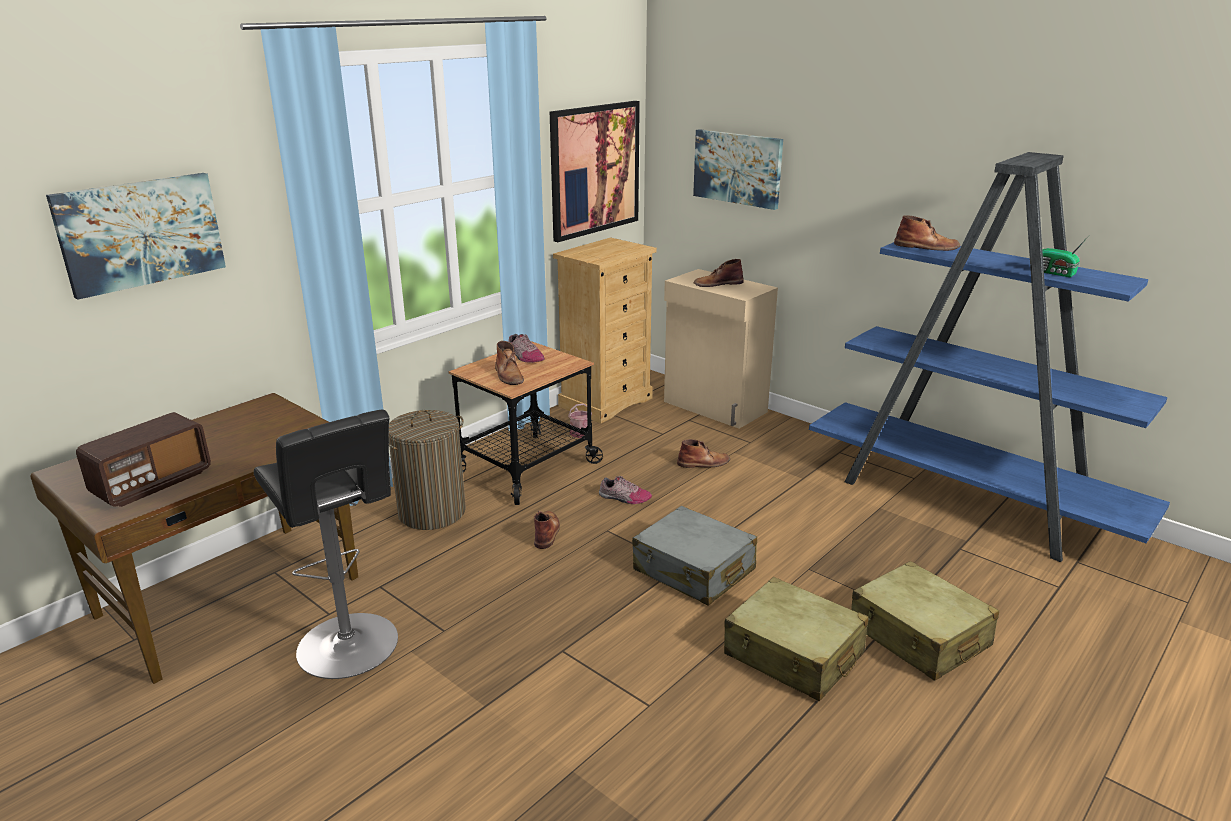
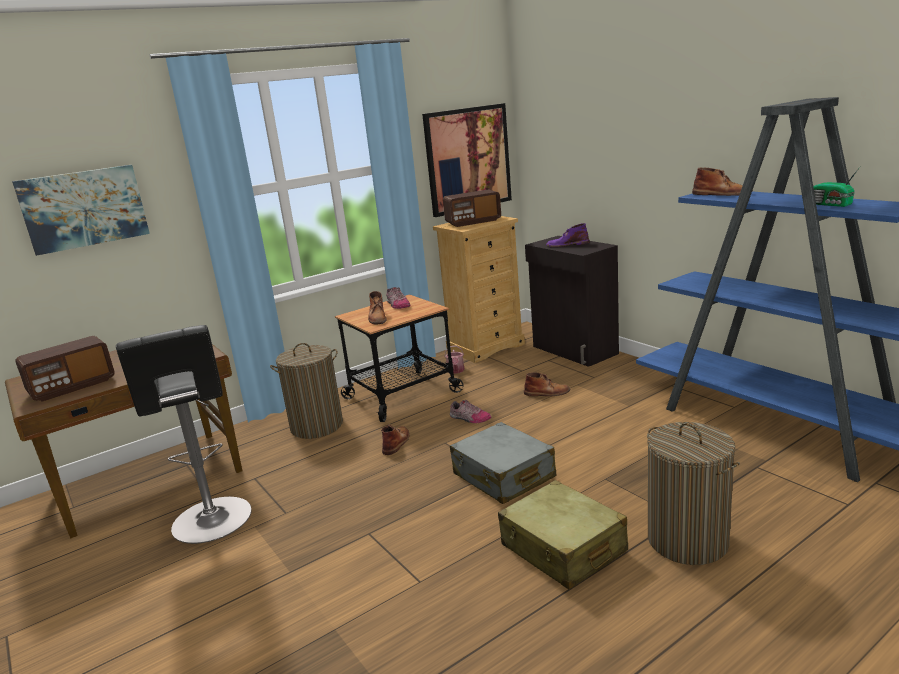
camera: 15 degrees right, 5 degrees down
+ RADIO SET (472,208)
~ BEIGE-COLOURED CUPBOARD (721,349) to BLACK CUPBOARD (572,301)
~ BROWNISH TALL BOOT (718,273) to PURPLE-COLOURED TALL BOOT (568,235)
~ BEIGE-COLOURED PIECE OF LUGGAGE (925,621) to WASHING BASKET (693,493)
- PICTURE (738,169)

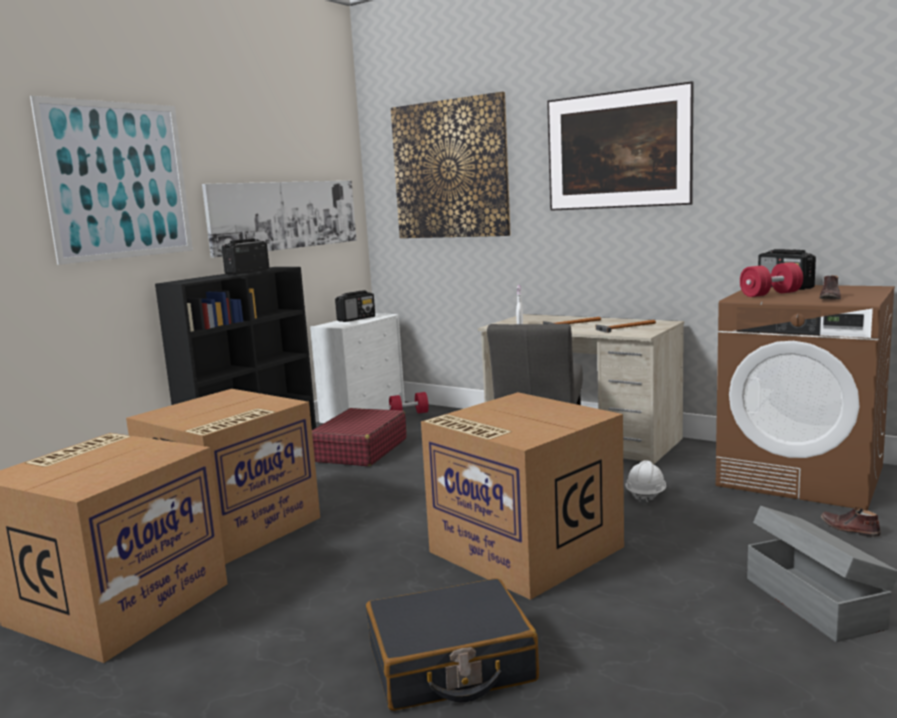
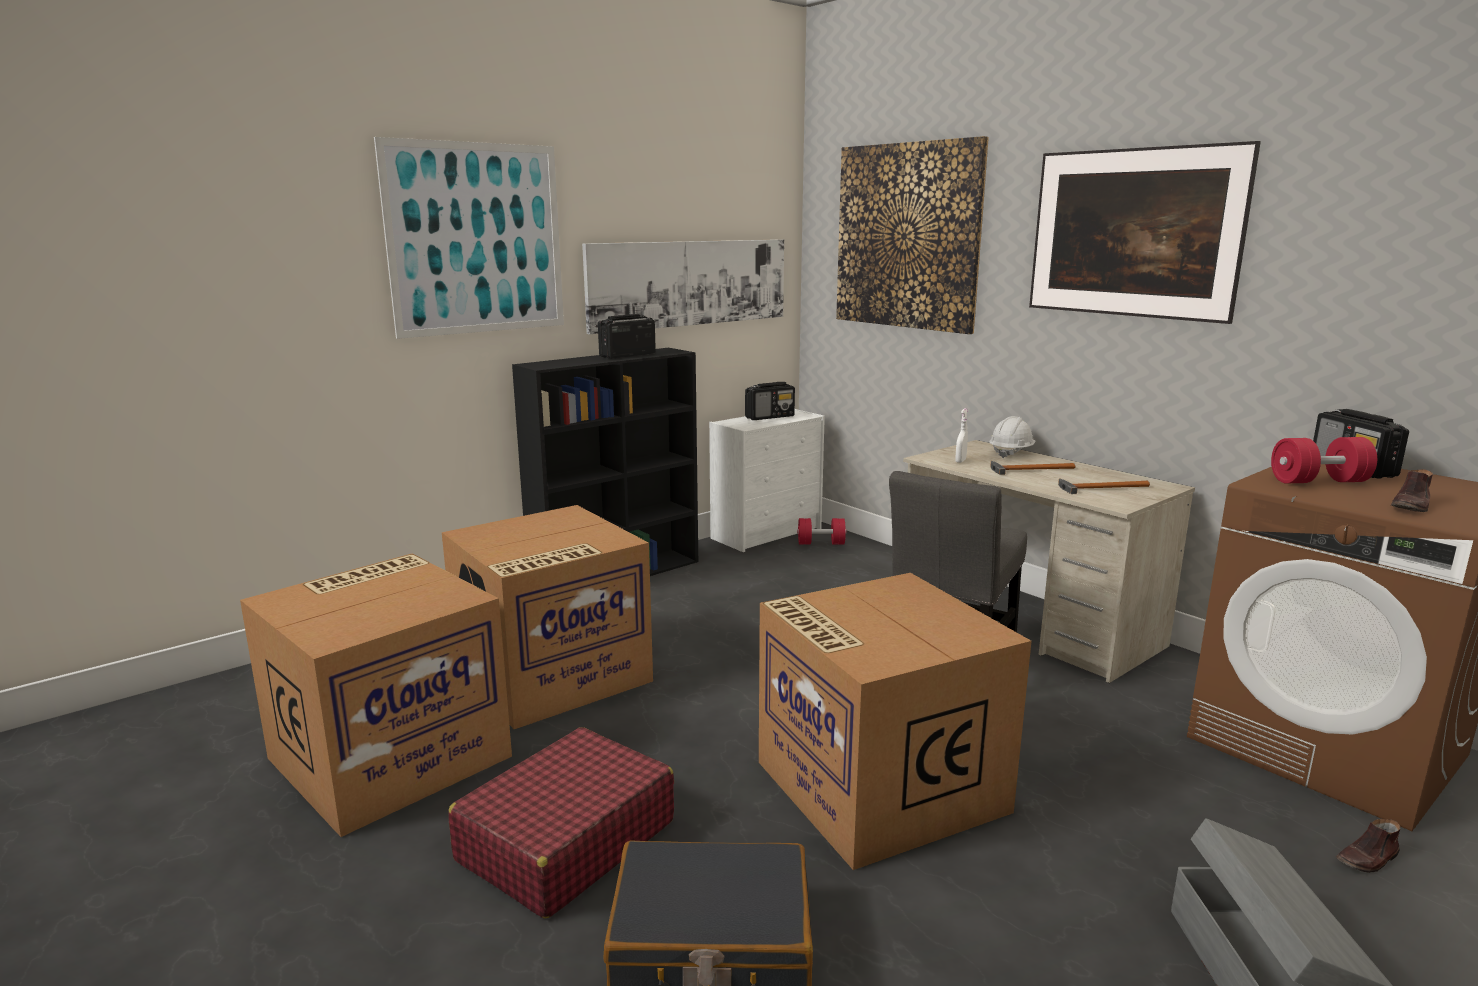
camera: 15 degrees right, 5 degrees up
~ RED-COLOURED PIECE OF LUGGAGE (359,437) to (561,823)
~ WHITE-COLOURED SAFETY HELMET (646,482) to (1012,437)
~ BROWNISH LOW SHOE (851,522) = (1368,846) 90 degrees counterclockwise

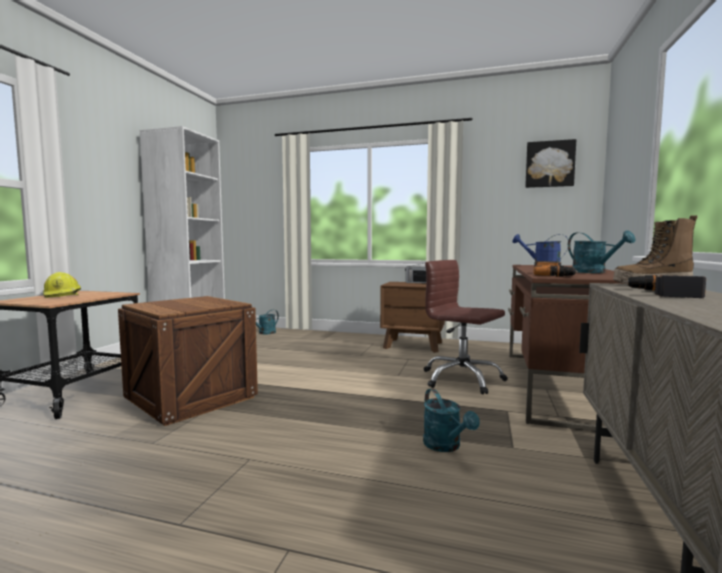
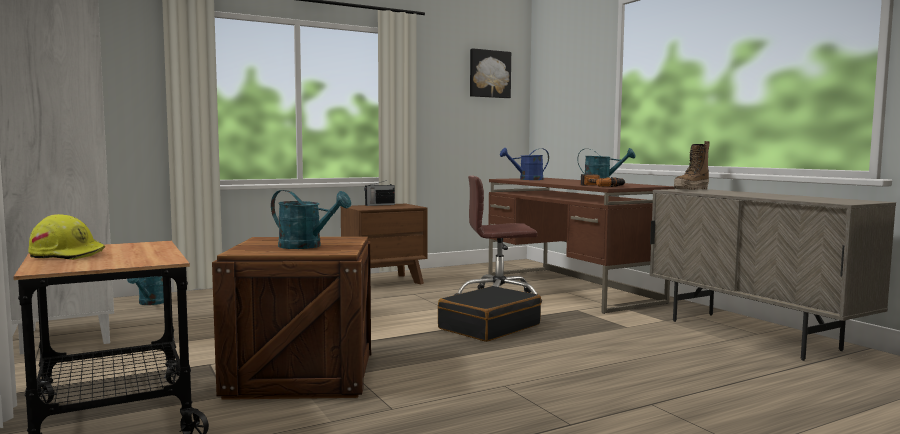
camera: 45 degrees left, 0 degrees up
~ TURQUOISE WATERING CAN (451,420) to (311,219)
+ BLACK PIECE OF LUGGAGE (489,314)
- POWER DRILL (665,286)

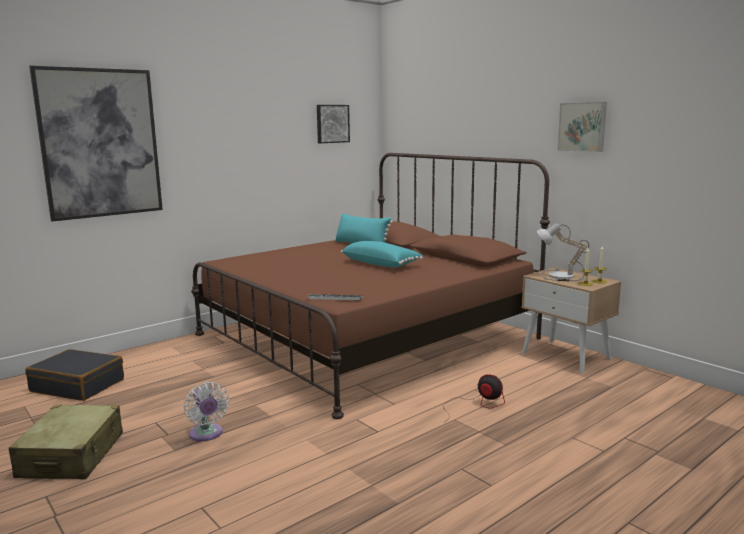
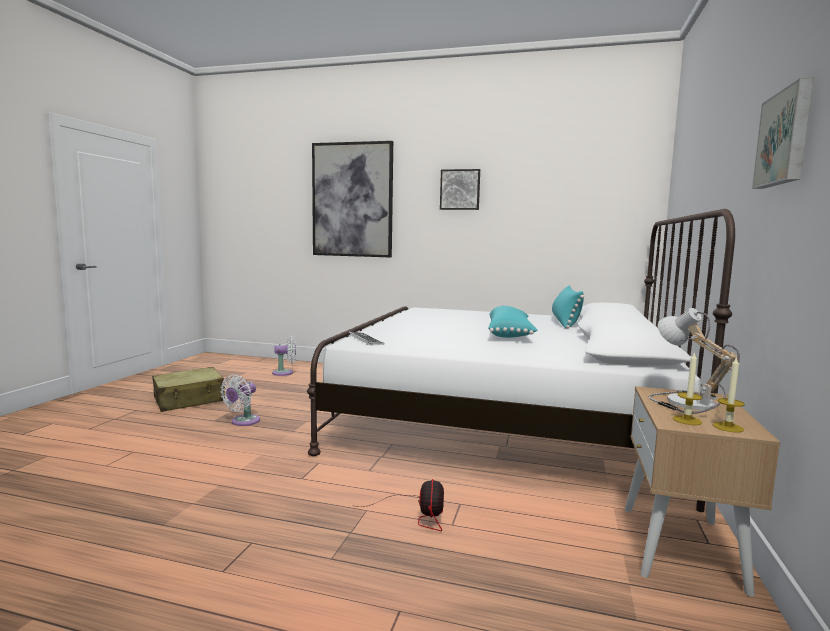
camera: 55 degrees right, 5 degrees down
~ BLACK PIECE OF LUGGAGE (74,375) to WHITE-COLOURED COOLING FAN (284,356)
~ BROWNISH BED (370,286) to WHITE-COLOURED BED (521,360)
~ PICTURE (333,124) to (460,189)

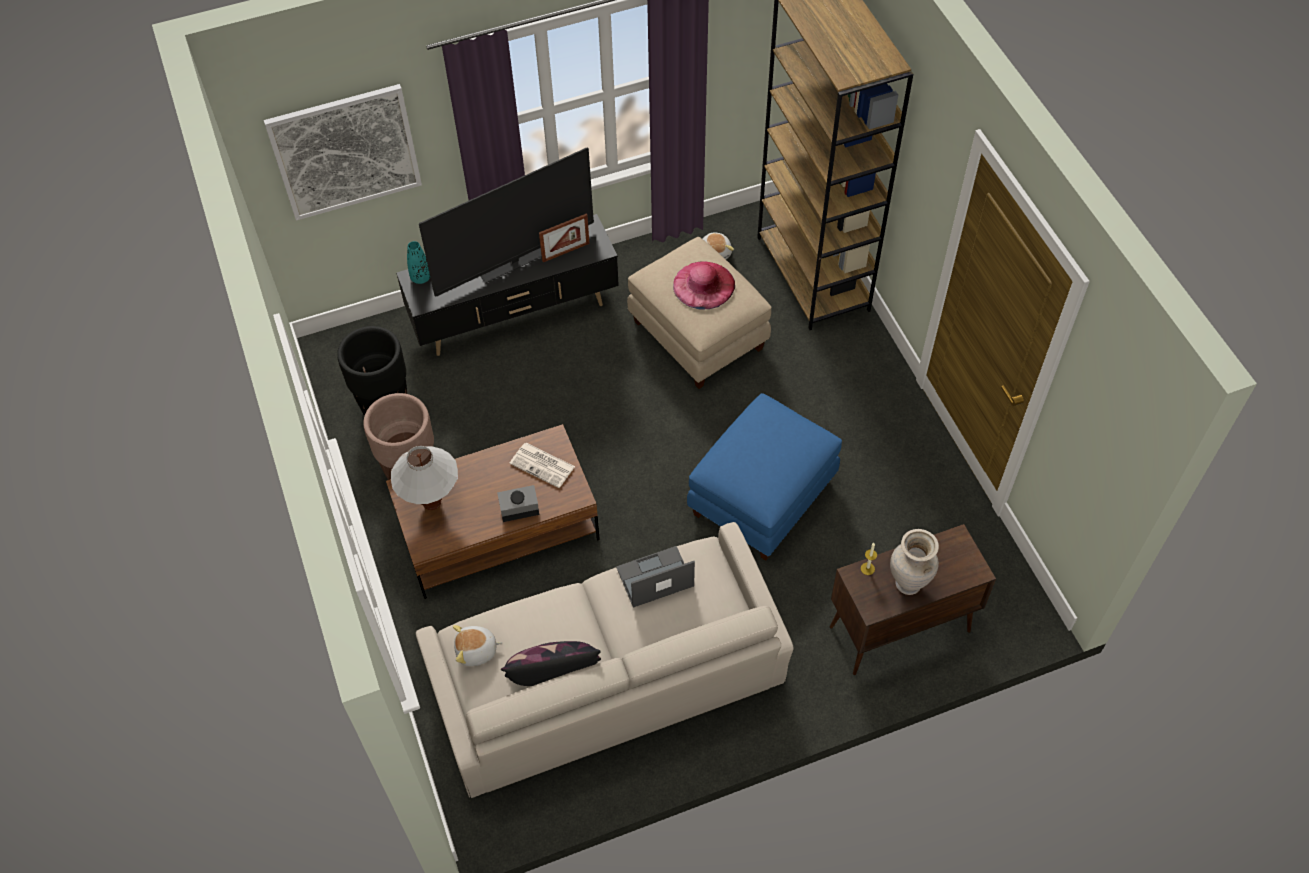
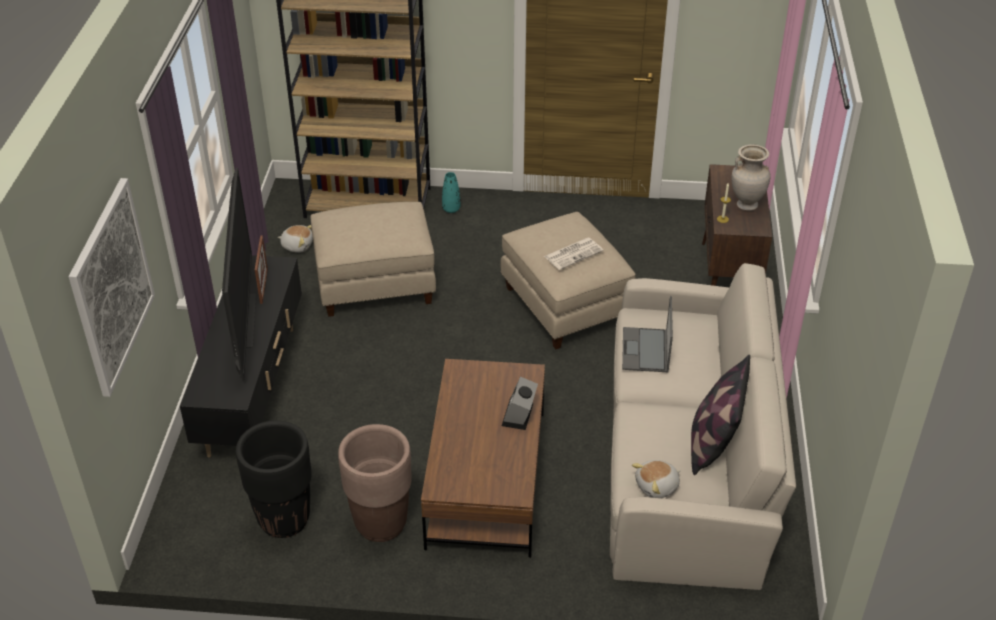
camera: 65 degrees left, 15 degrees down
~ TURQUOISE FLOWER VASE (418,262) to (451,192)
~ BLUE OTTOMAN (764,477) to BEIGE-COLOURED OTTOMAN (568,280)
~ NEWSPAPER (542,465) to (573,253)
~ SOFT TOY (477,645) = (656,479) 45 degrees clockwise
- WHITE-COLOURED TABLE LAMP (424,478)
- PINK-COLOURED WEARABLE HAT (704,286)

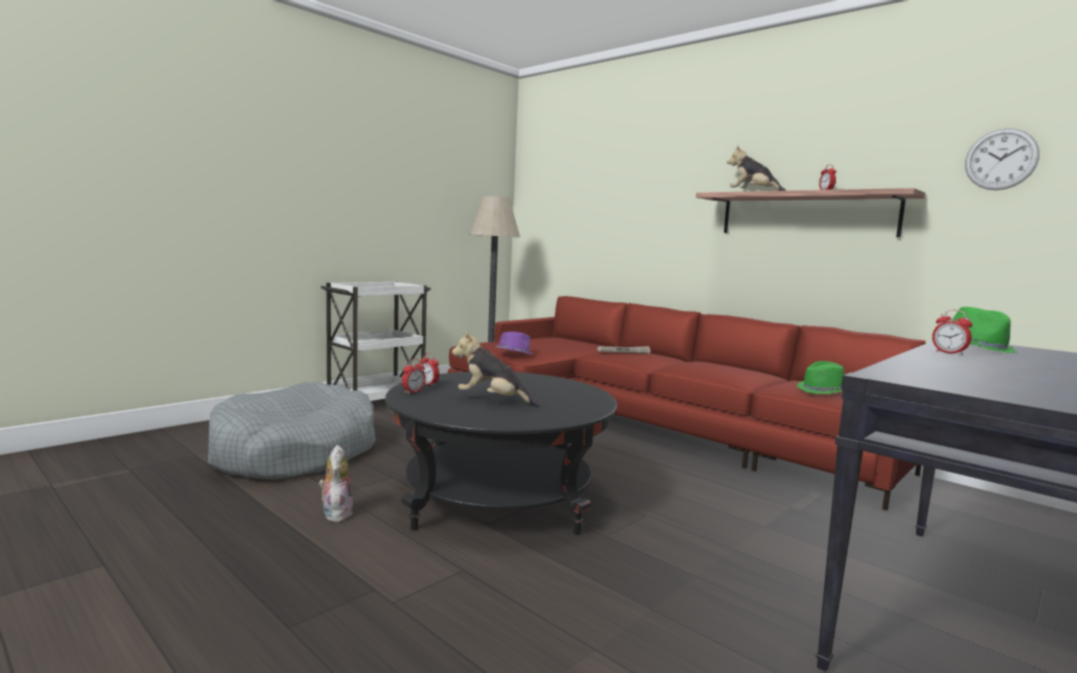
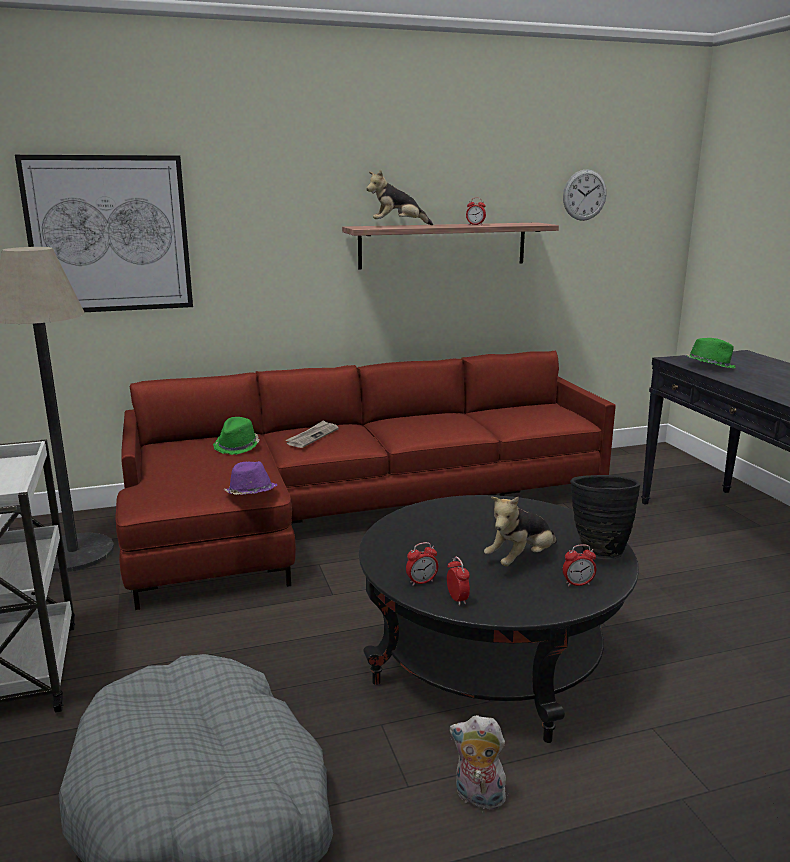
camera: 60 degrees left, 10 degrees up
+ PICTURE (104,233)
~ GREENISH WEARABLE HAT (821,377) to (236,436)
~ ALARM CLOCK (952,332) to (579,565)
+ BLACK FLOWER VASE (605,517)

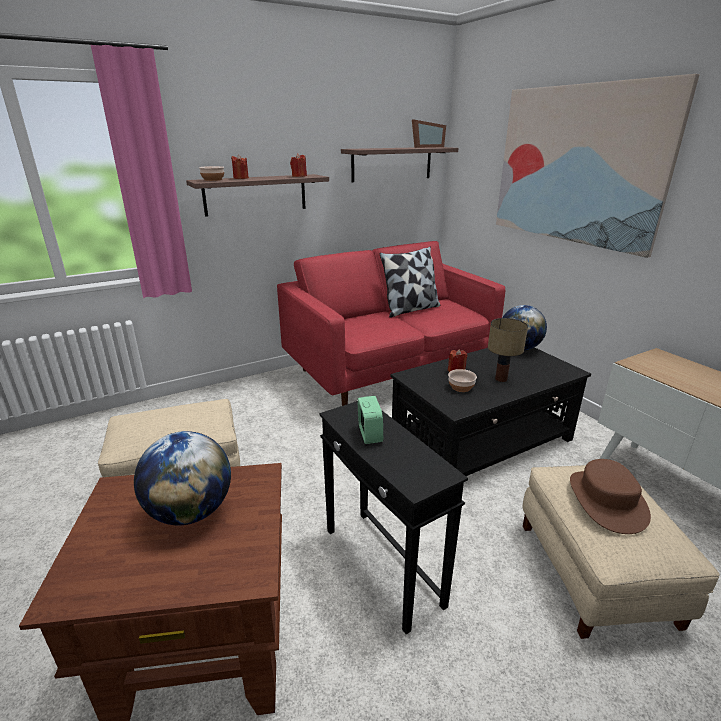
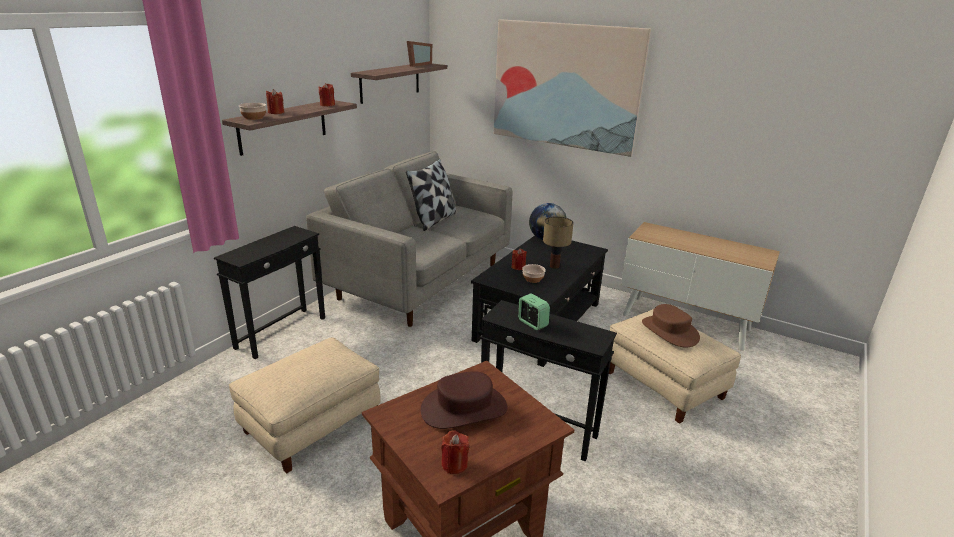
camera: 30 degrees left, 0 degrees up
+ BLACK ACCENT TABLE (269,292)
~ RED-COLOURED SOFA (391,323) to GREYISH SOFA (409,239)
~ GLOBE (182,478) to BROWNISH WEARABLE HAT (464,400)
+ RED-COLOURED CANDLE (455,452)

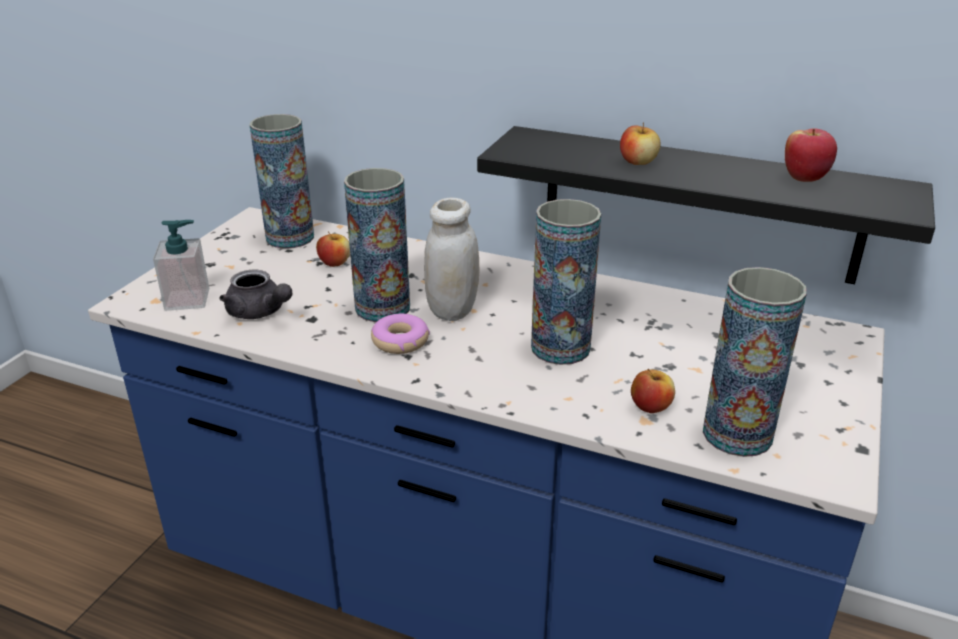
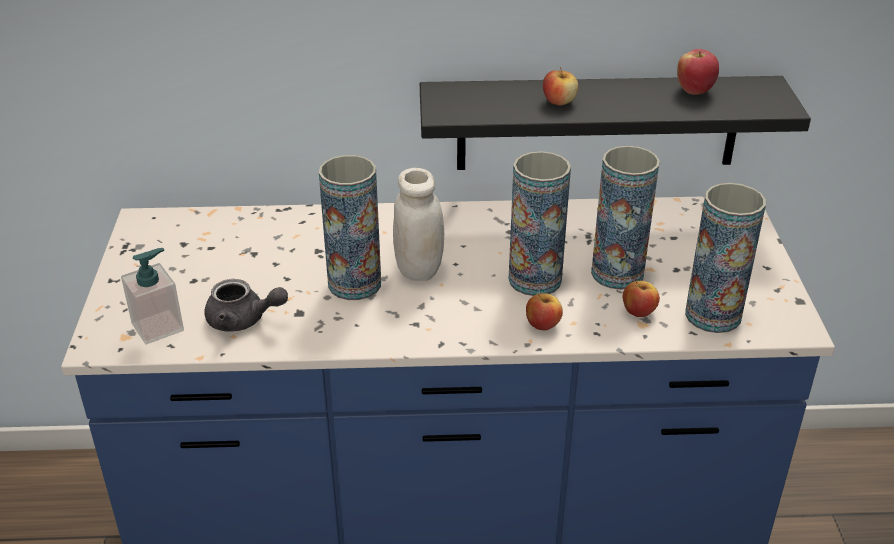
camera: 25 degrees left, 5 degrees up
~ APPLE FRUIT (333,249) to (544,311)
~ FLOWER VASE (282,181) to (625,218)
- RING DOUGHNUT (400,334)

